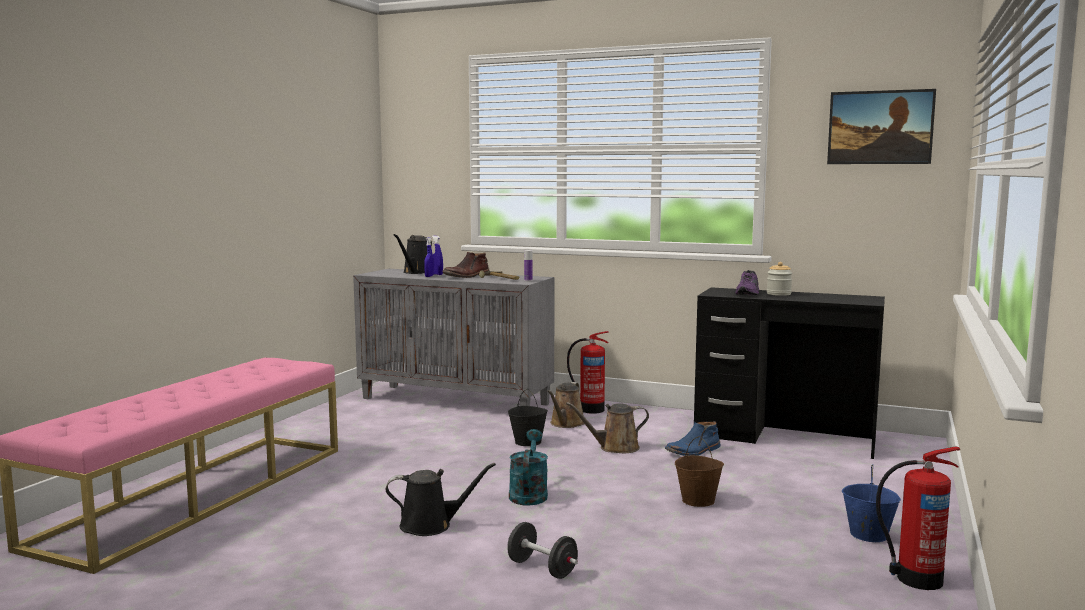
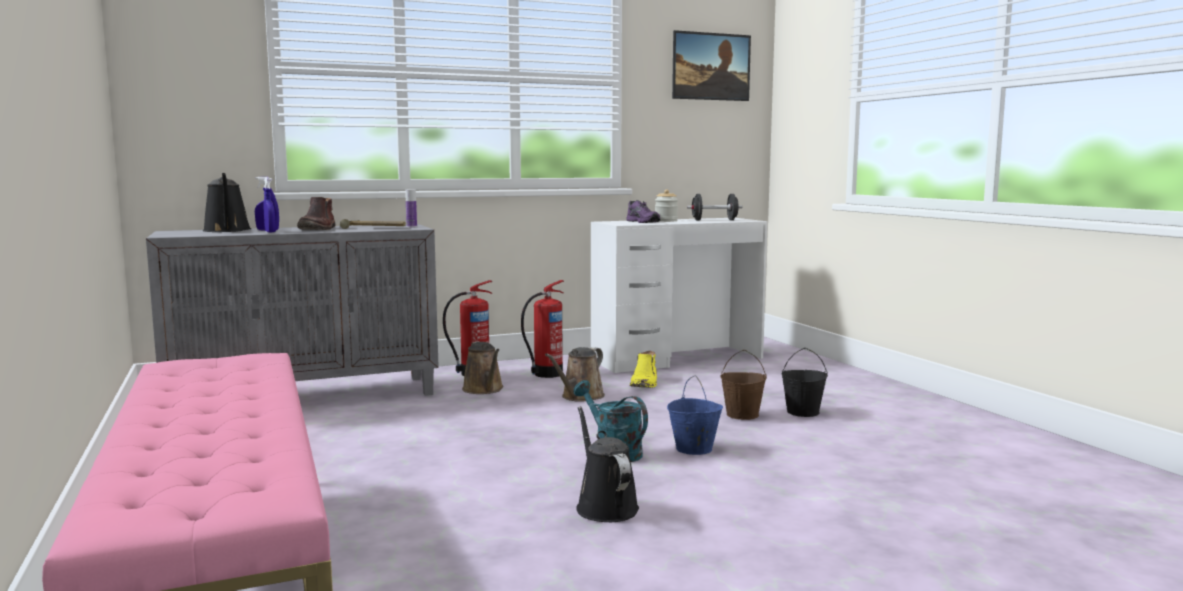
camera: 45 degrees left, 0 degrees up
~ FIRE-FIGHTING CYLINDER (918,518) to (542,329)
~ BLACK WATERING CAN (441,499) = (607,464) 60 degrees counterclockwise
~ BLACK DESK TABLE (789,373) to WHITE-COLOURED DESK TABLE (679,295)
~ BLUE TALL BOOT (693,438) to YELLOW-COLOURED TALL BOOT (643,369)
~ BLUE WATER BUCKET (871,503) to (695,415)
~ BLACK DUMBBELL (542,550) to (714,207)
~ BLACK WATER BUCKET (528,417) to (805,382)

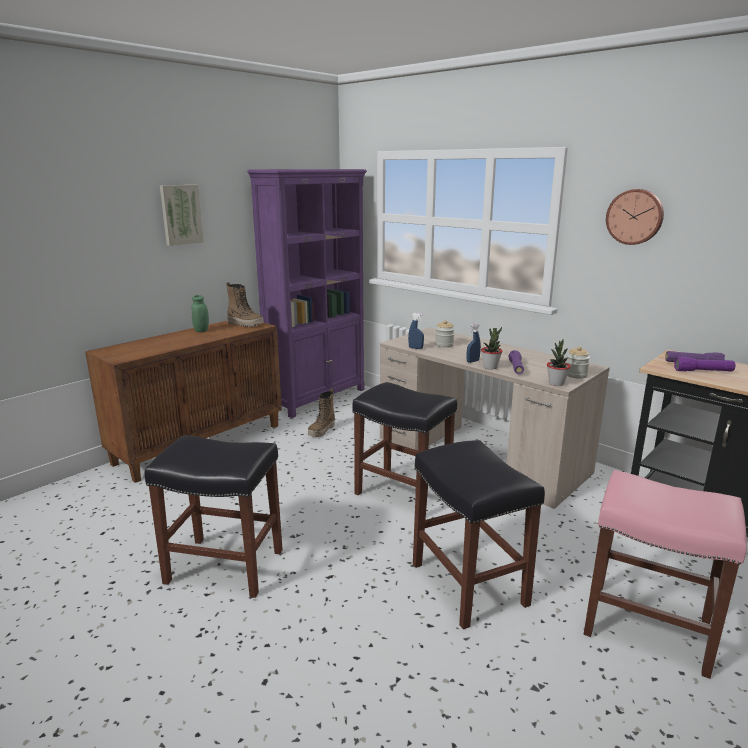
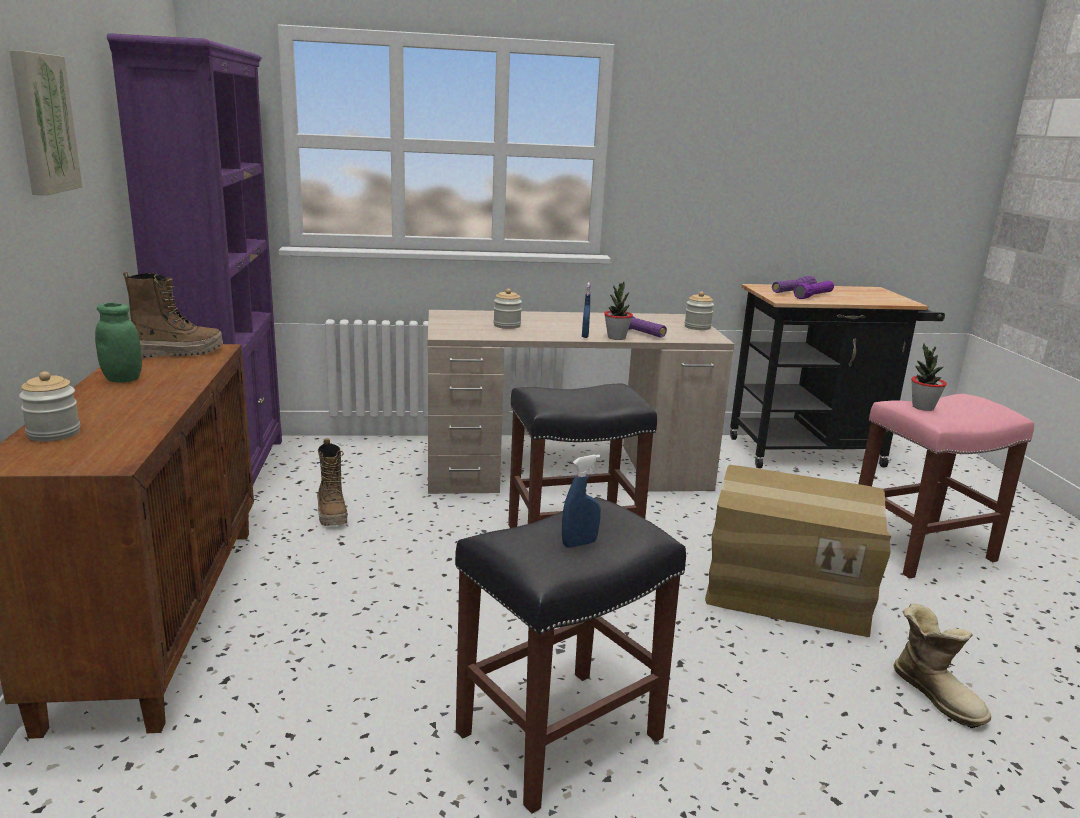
camera: 50 degrees left, 0 degrees up
+ PRESERVE JAR (49,406)
~ BLUE SPRAYER (416,331) to (581,501)
~ BLACK STOOL SEAT (479,534) to CARTON (798,551)
+ TALL BOOT (942,665)
~ PLANT IN A POT (559,362) to (929,377)
- CLOCK ON THE WALL (635,217)

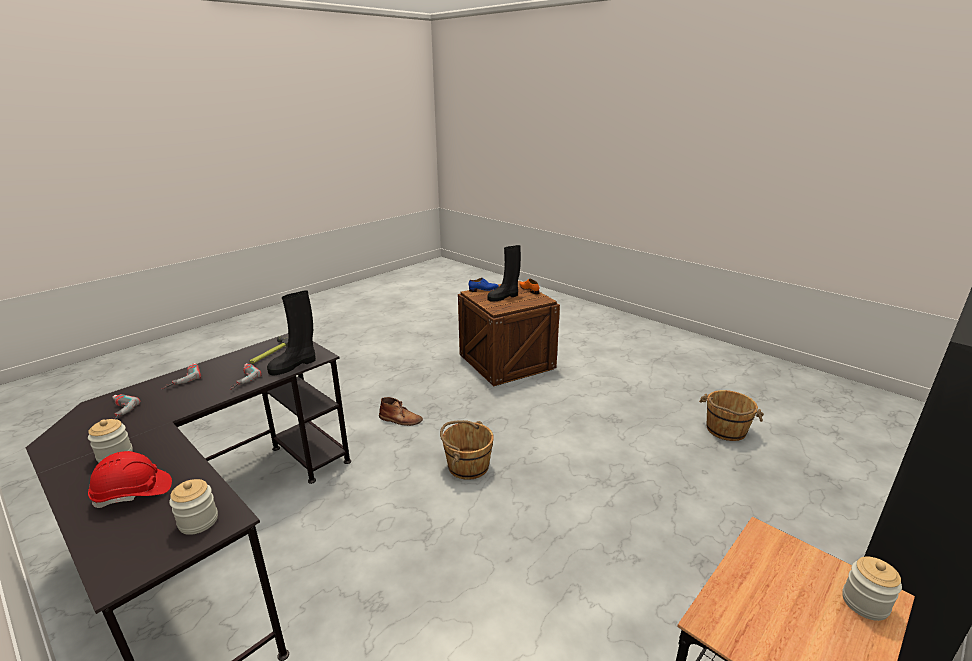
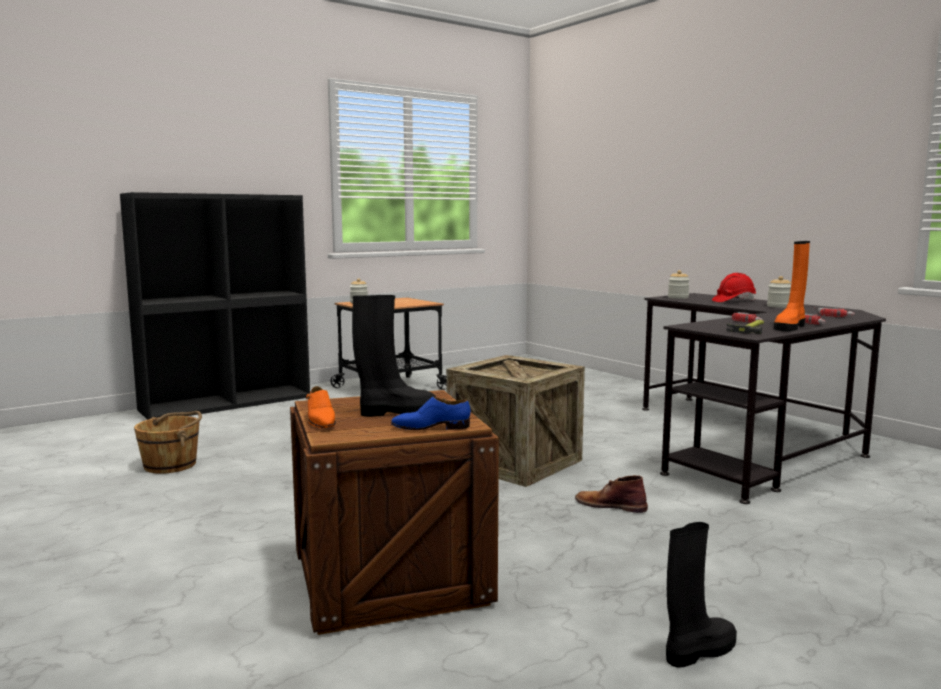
camera: 170 degrees left, 15 degrees down
~ BROWNISH WATER BUCKET (467,450) to PACKING CRATE (515,421)
~ BLACK TALL BOOT (291,333) to (701,595)
+ ORANGEY TALL BOOT (792,286)

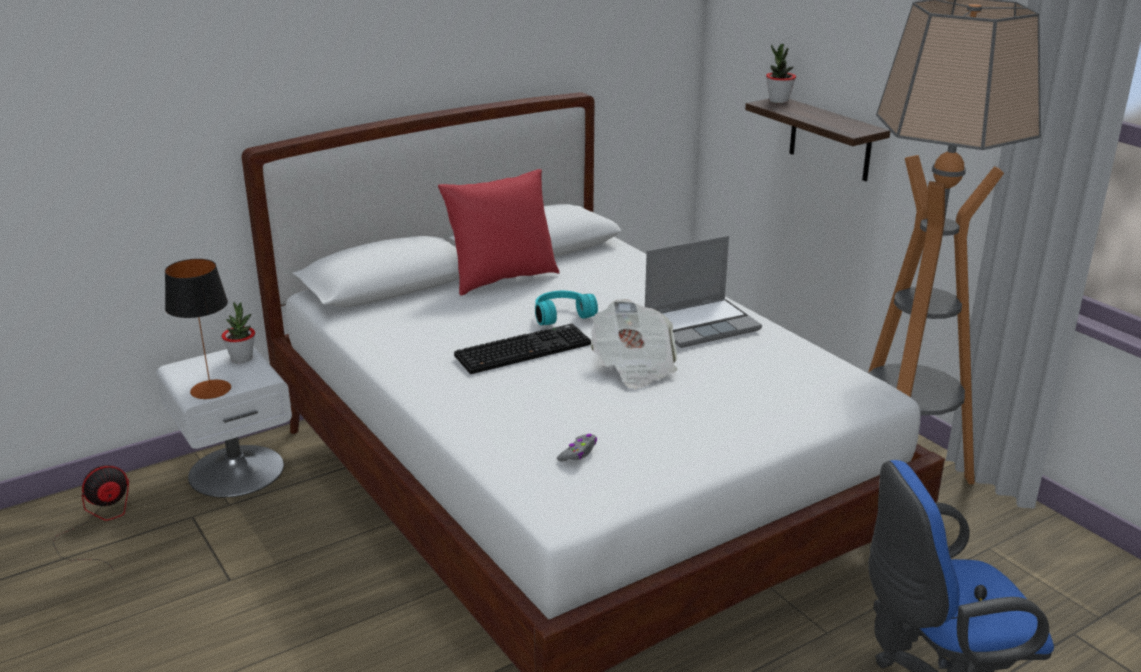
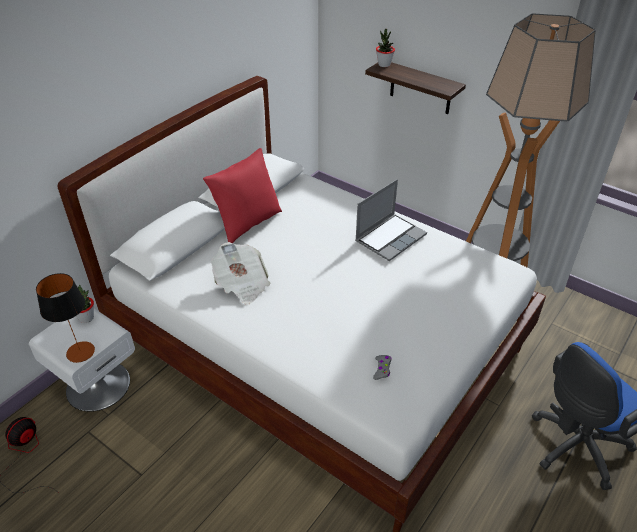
camera: 20 degrees left, 15 degrees up
~ NEWSPAPER (633,344) to (241,273)
- KEYBOARD (522,349)
- TURQUOISE HEADSET (566,308)

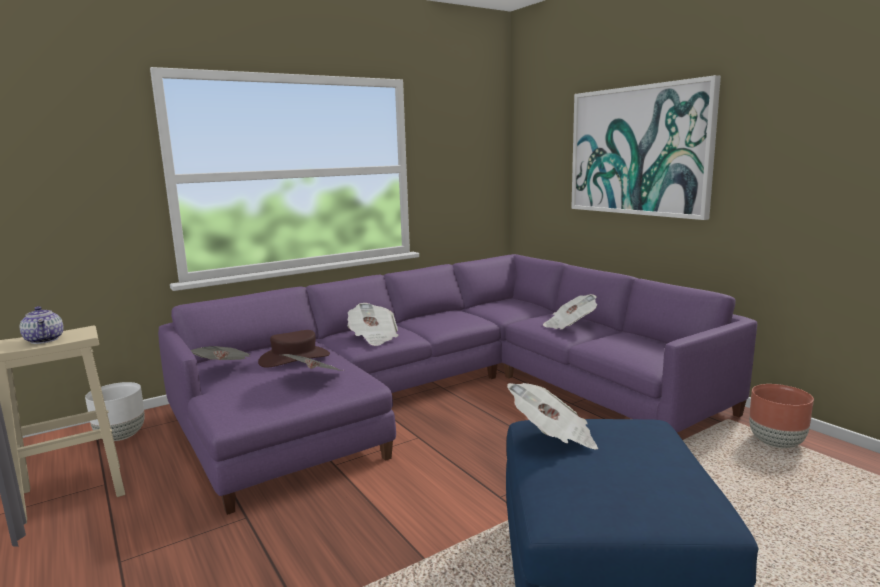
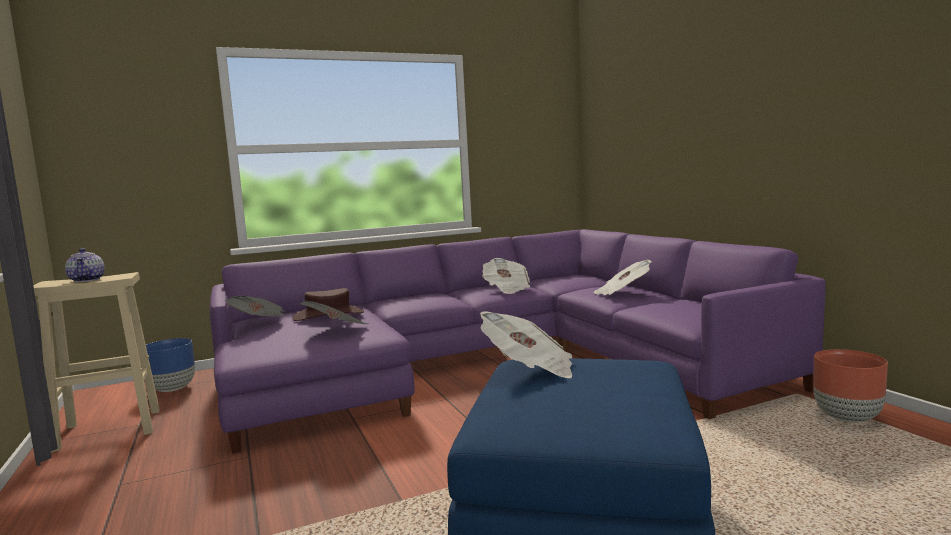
camera: 10 degrees right, 5 degrees down
~ WHITE-COLOURED PLANT POT (115,411) to BLUE PLANT POT (170,365)
~ NEWSPAPER (373,324) to (506,276)
- PICTURE (646,147)

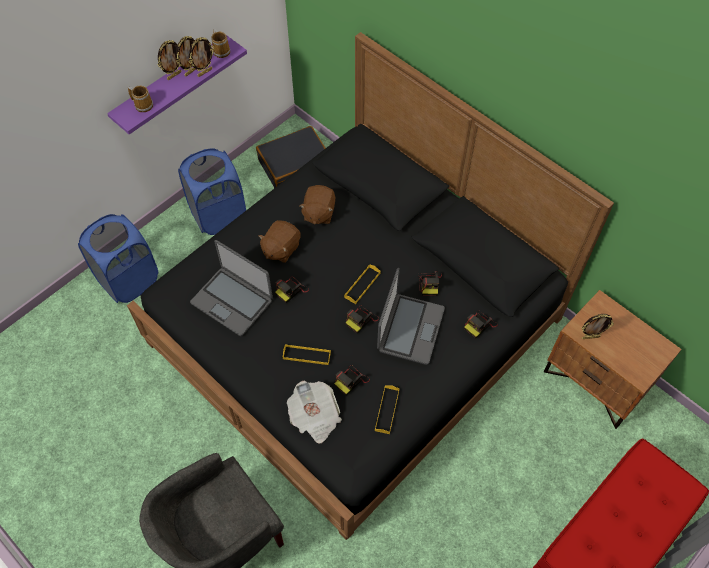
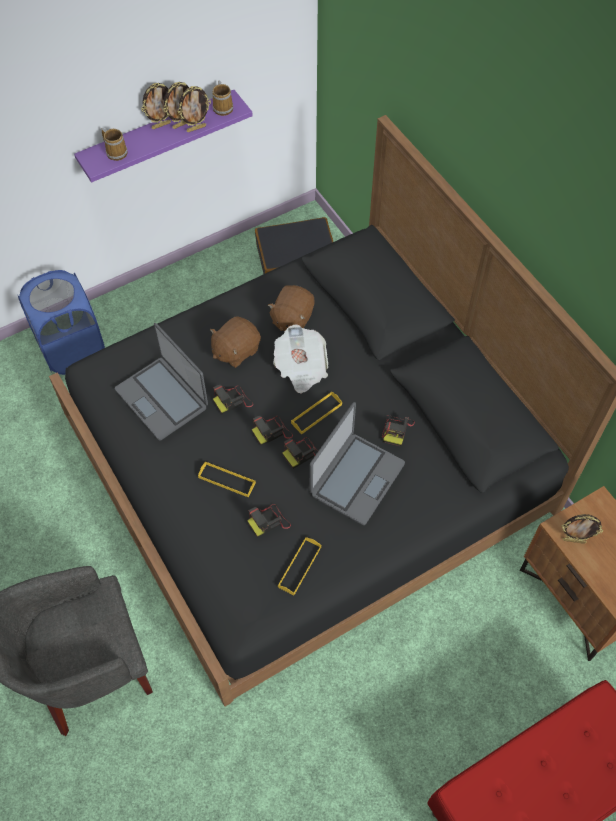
camera: 15 degrees right, 0 degrees up
~ STILL CAMERA (481,324) to (272,431)
~ NEWSPAPER (314,412) to (300,359)
- BLUE WASHING BASKET (212,191)

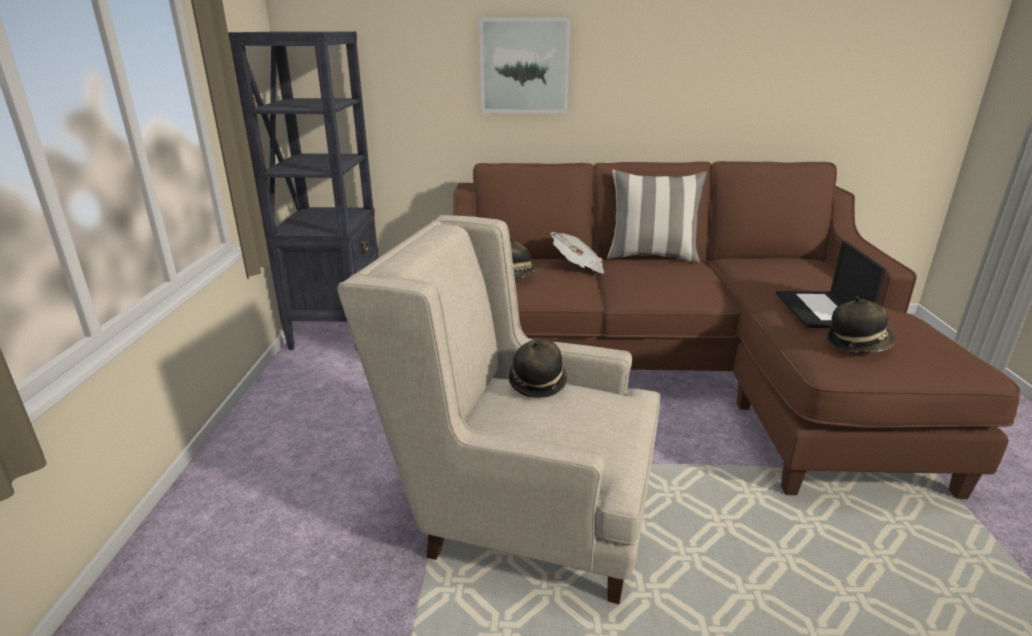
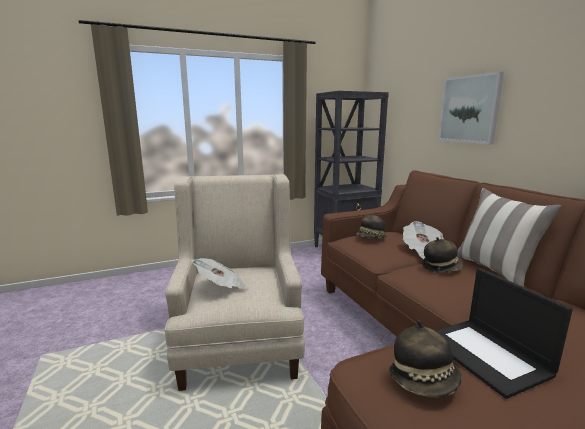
camera: 65 degrees right, 10 degrees down
+ NEWSPAPER (219,273)
~ WEARABLE HAT (538,368) to (442,255)
~ NOTEBOOK COMPUTER (831,284) = (504,333) 90 degrees counterclockwise

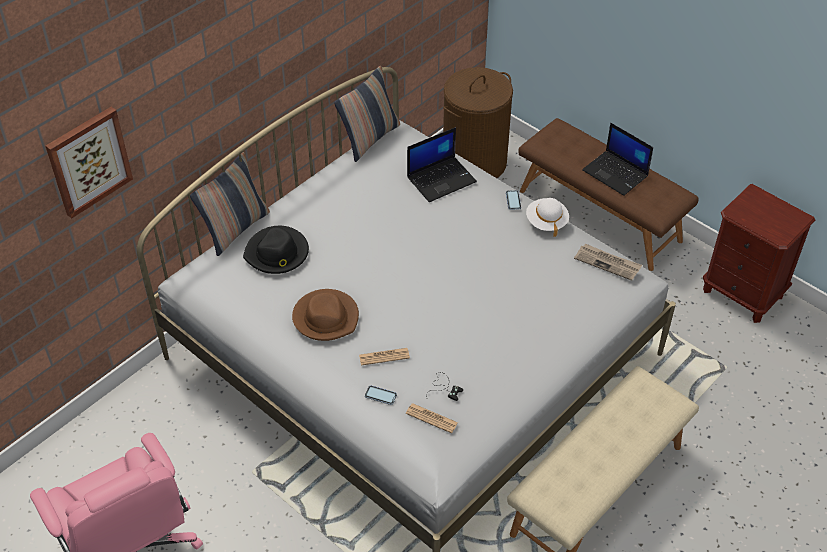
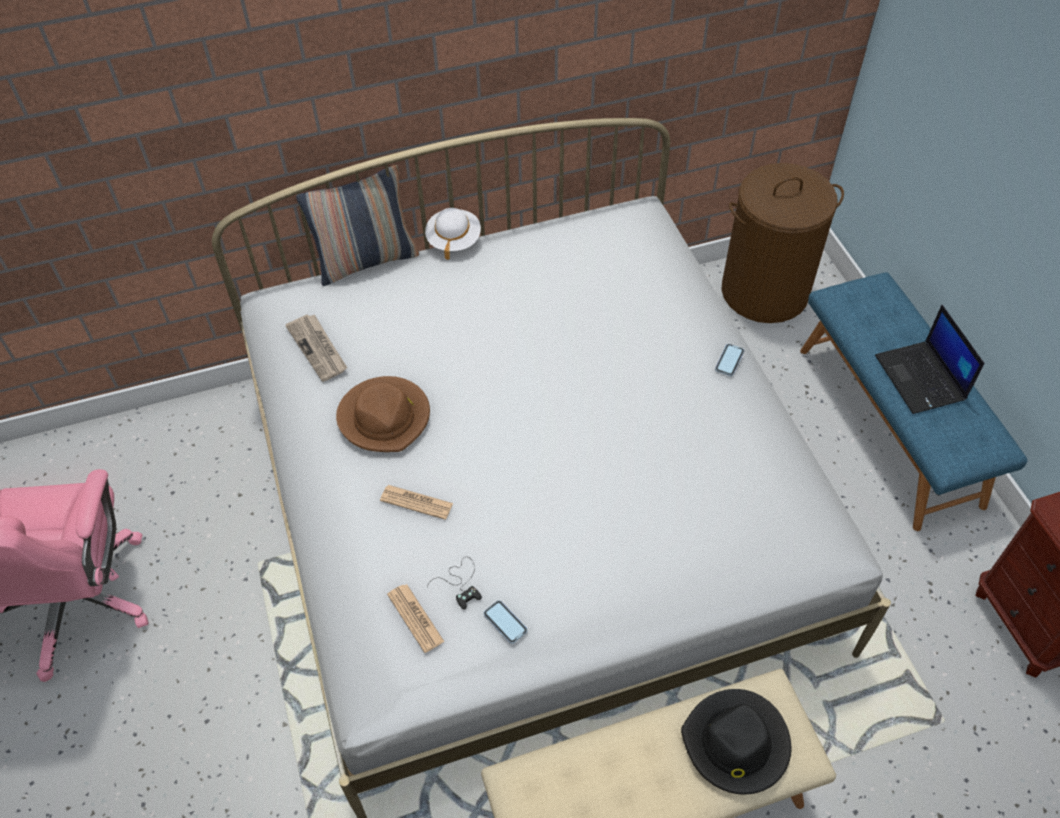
camera: 30 degrees right, 5 degrees up
~ NEWSPAPER (608,262) to (316,348)
~ WHITE-COLOURED WEARABLE HAT (547,217) to (453,234)
~ HANDSET (381,395) to (505,622)
~ BLACK WEARABLE HAT (276,250) to (736,741)
~ BROWNISH INDOOR BENCH (608,194) to BLUE INDOOR BENCH (914,401)
- PICTURE (89,163)
- THROW PILLOW (367,114)
- NOTEBOOK COMPUTER (442,164)

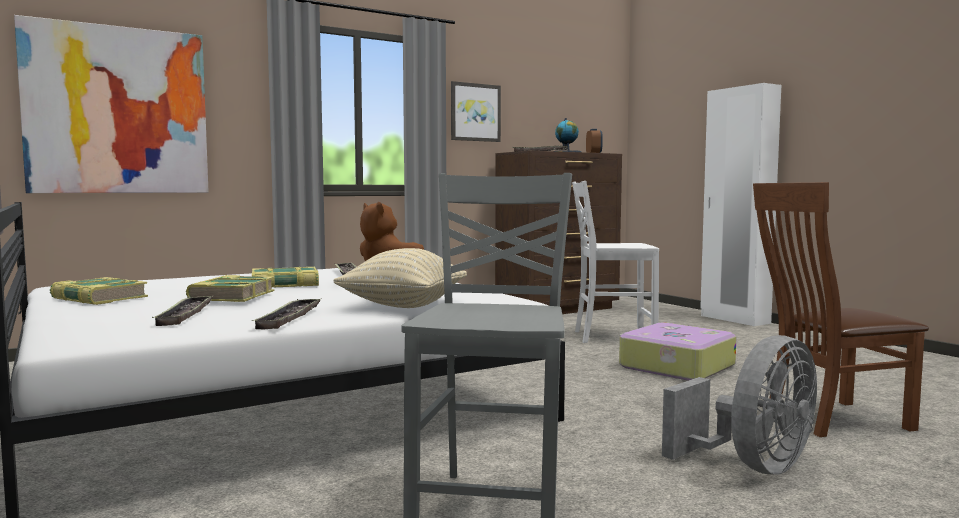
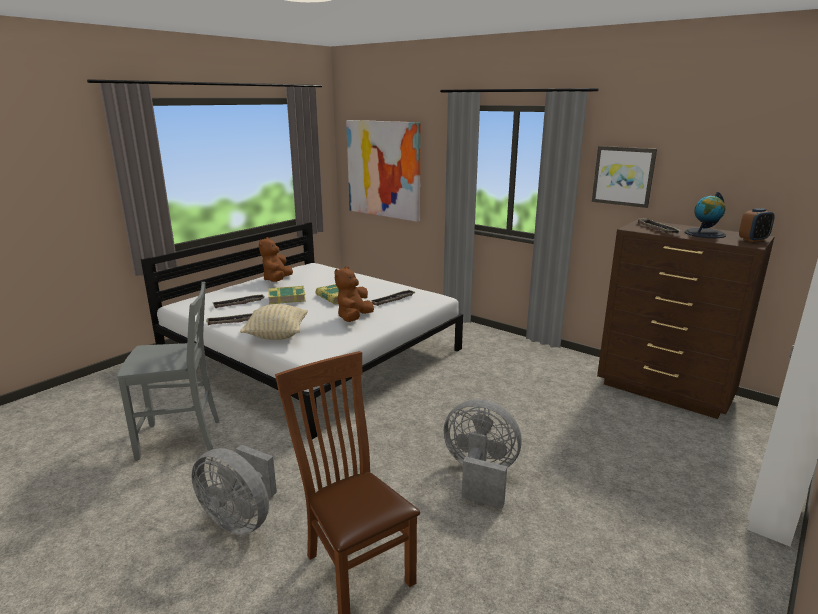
camera: 70 degrees right, 15 degrees up
~ VOLUME (99,291) to BROWNISH SOFT TOY (276,259)
~ PIECE OF LUGGAGE (677,352) to GREYISH COOLING FAN (483,454)
- WHITE-COLOURED UPRIGHT CHAIR (615,262)

